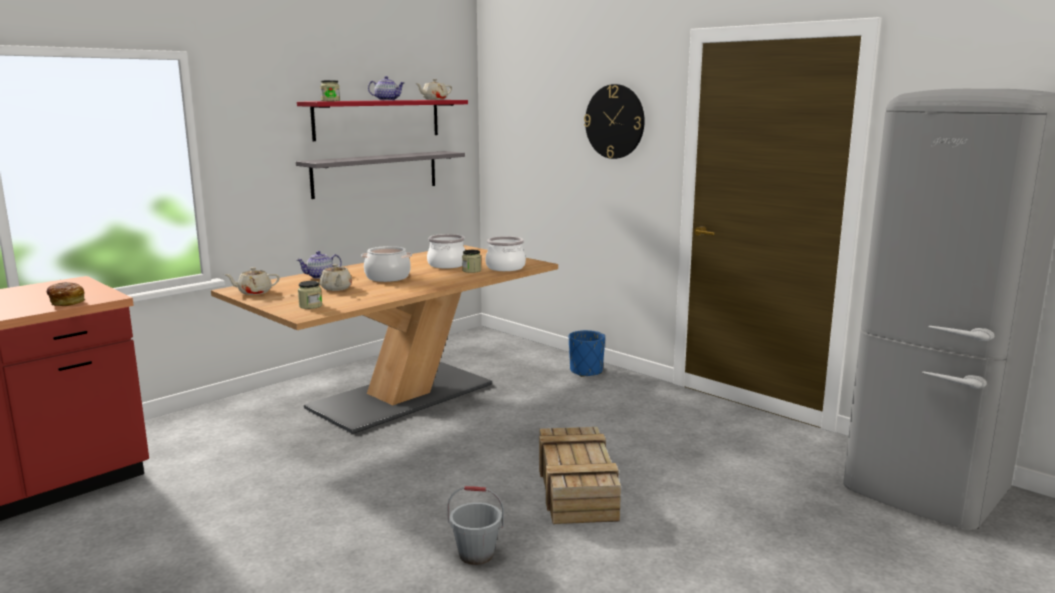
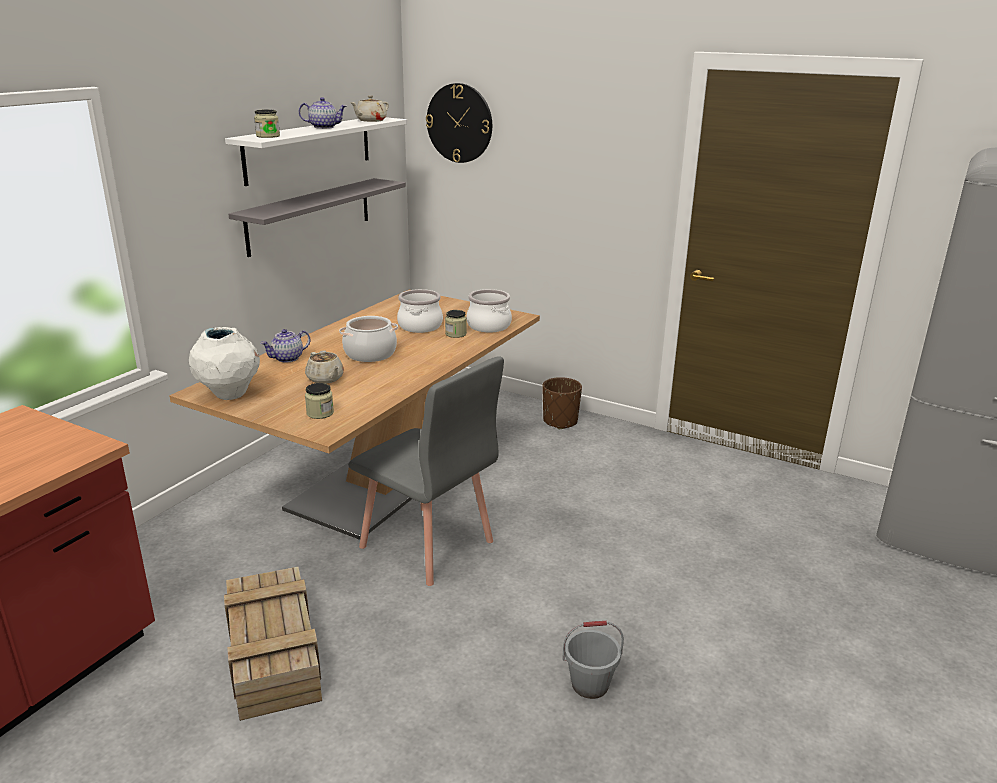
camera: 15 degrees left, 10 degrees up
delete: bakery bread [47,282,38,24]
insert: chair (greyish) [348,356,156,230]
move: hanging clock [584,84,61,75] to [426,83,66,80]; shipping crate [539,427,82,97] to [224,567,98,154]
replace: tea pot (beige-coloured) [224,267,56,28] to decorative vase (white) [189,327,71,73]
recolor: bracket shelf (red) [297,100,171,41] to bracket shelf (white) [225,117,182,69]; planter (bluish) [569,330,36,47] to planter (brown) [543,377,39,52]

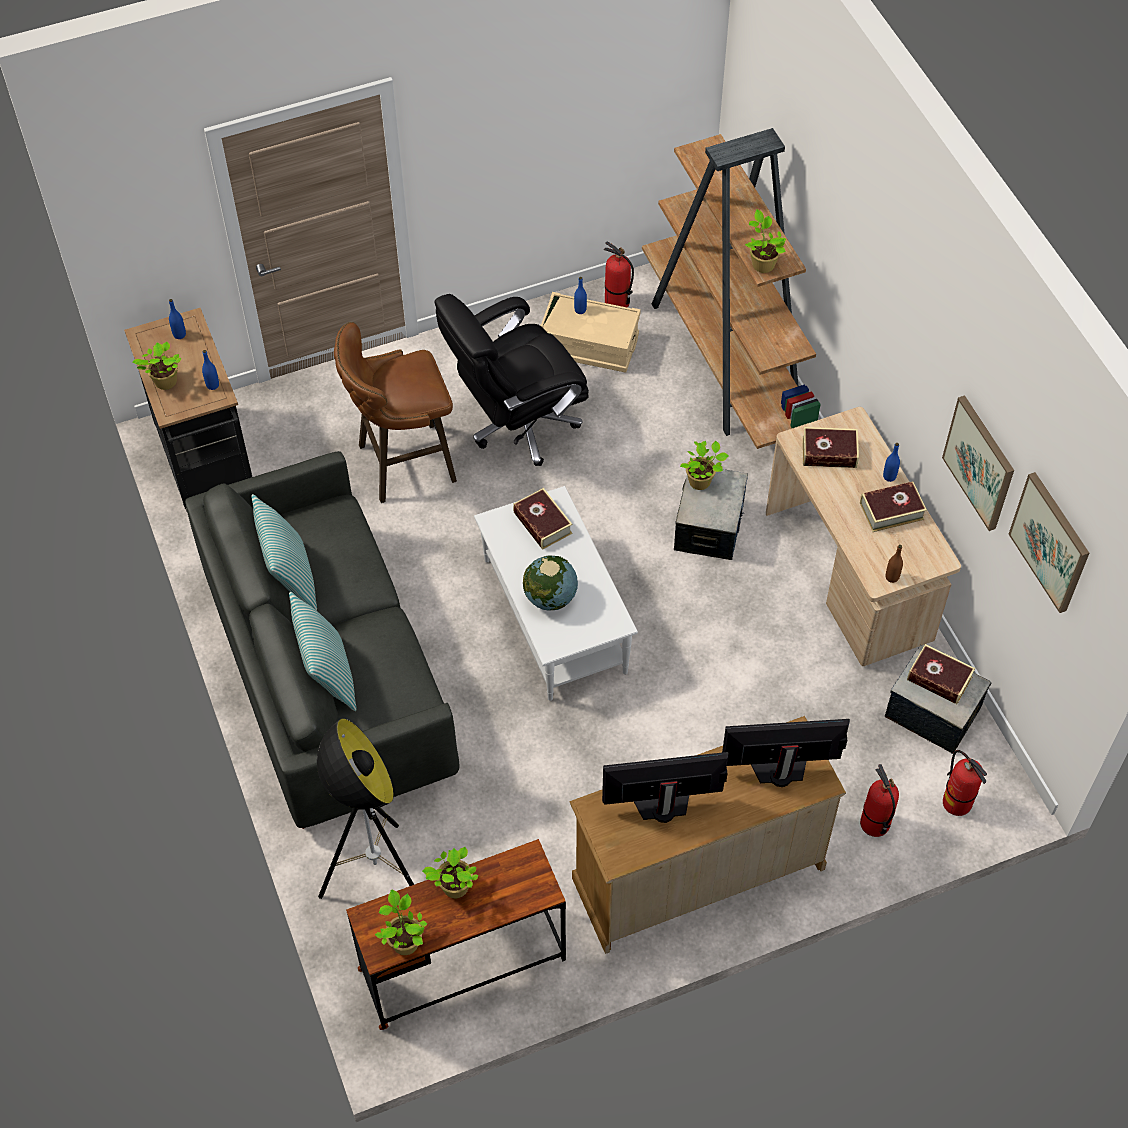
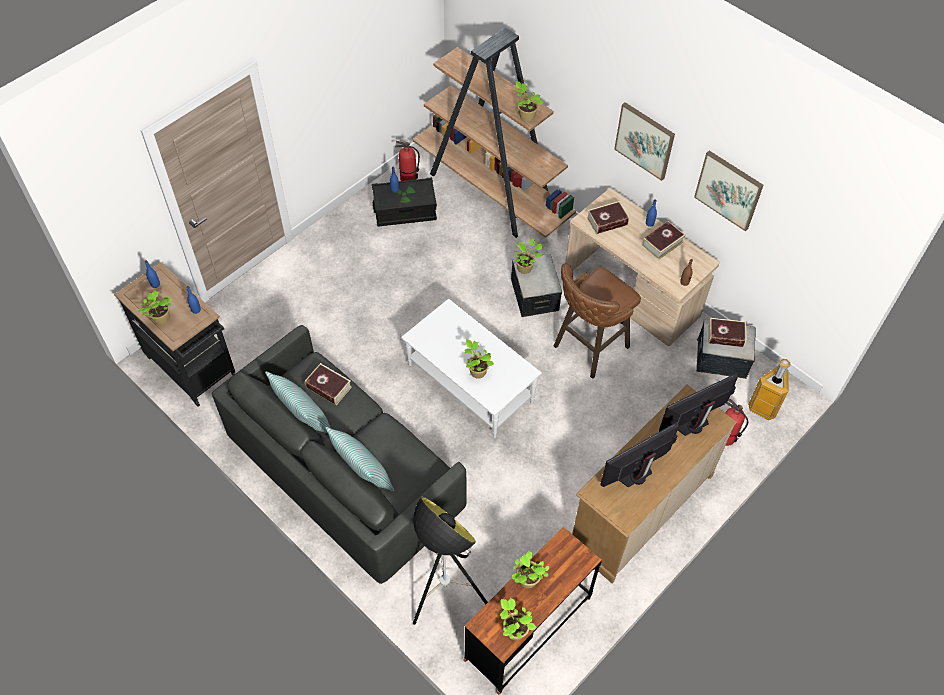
camera: 25 degrees left, 0 degrees up
delete: computer chair (blackish) [434,294,155,172]
move: sitting stool (brown) [334,322,123,181] to [554,263,87,116]; picture [1009,472,80,141] to [614,102,61,79]; volume [513,488,59,62] to [305,363,47,42]
replace: desk globe [523,555,55,56] to potted plant [465,339,29,40]; extinguisher [943,750,44,66] to rubbish bin [748,359,42,61]
recolor: storage box (beige-coloured) [540,292,101,81] to storage box (blackish) [372,177,65,50]

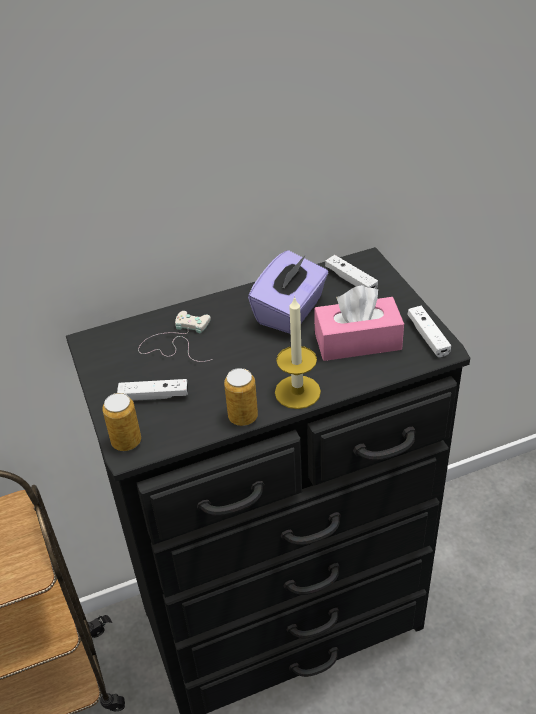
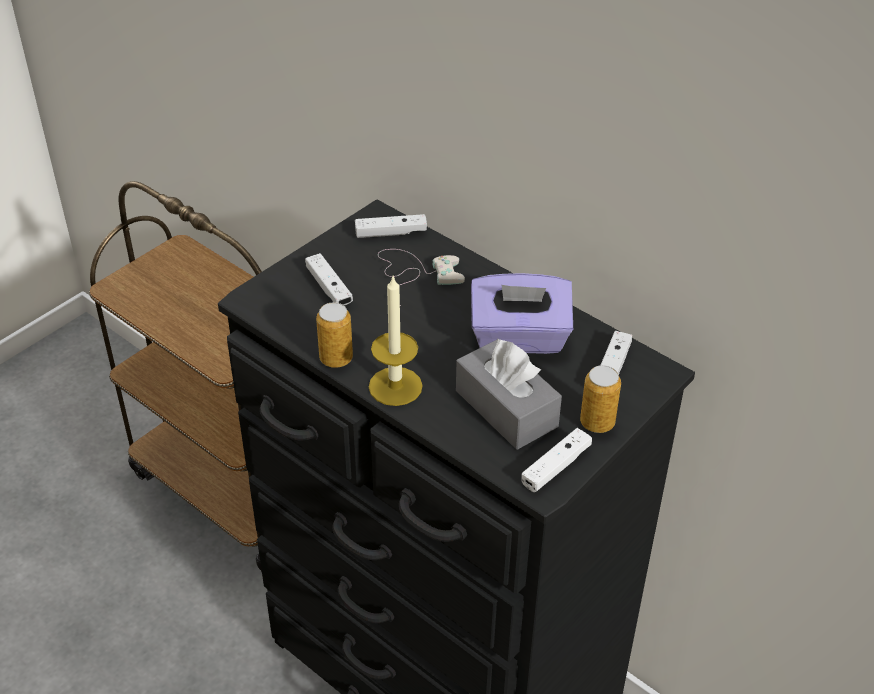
camera: 60 degrees right, 0 degrees up
insert: gamepad (white) [355,214,72,24]
move: metal can [102,393,39,58] to [580,365,41,68]
recolor: tissue holder (pink-coloured) [314,285,90,76] to tissue holder (greyish) [456,339,106,111]

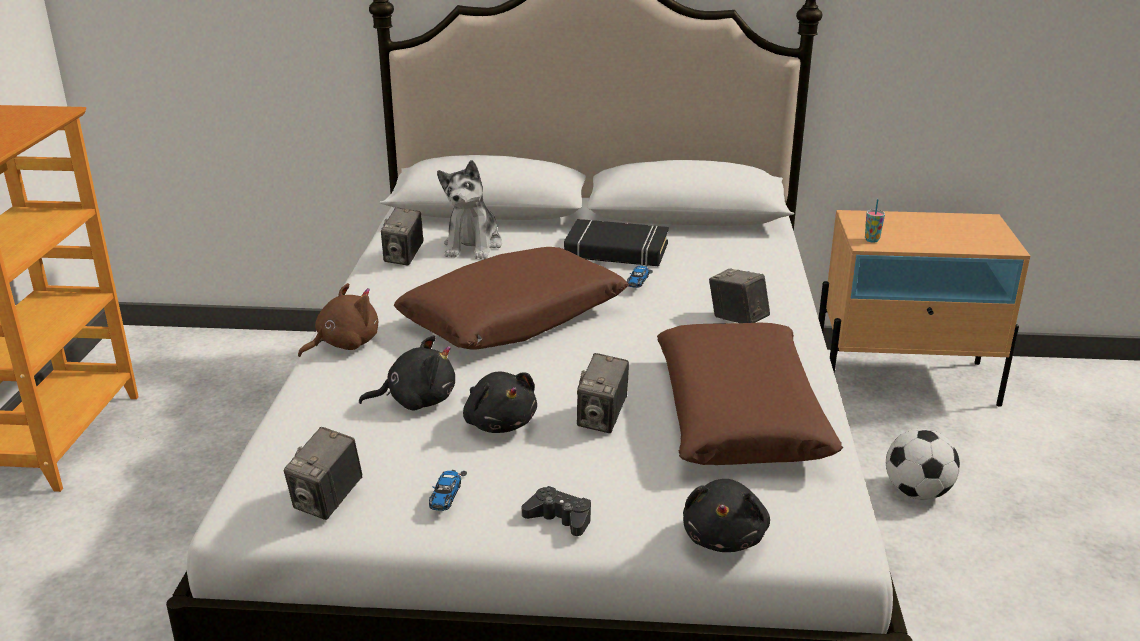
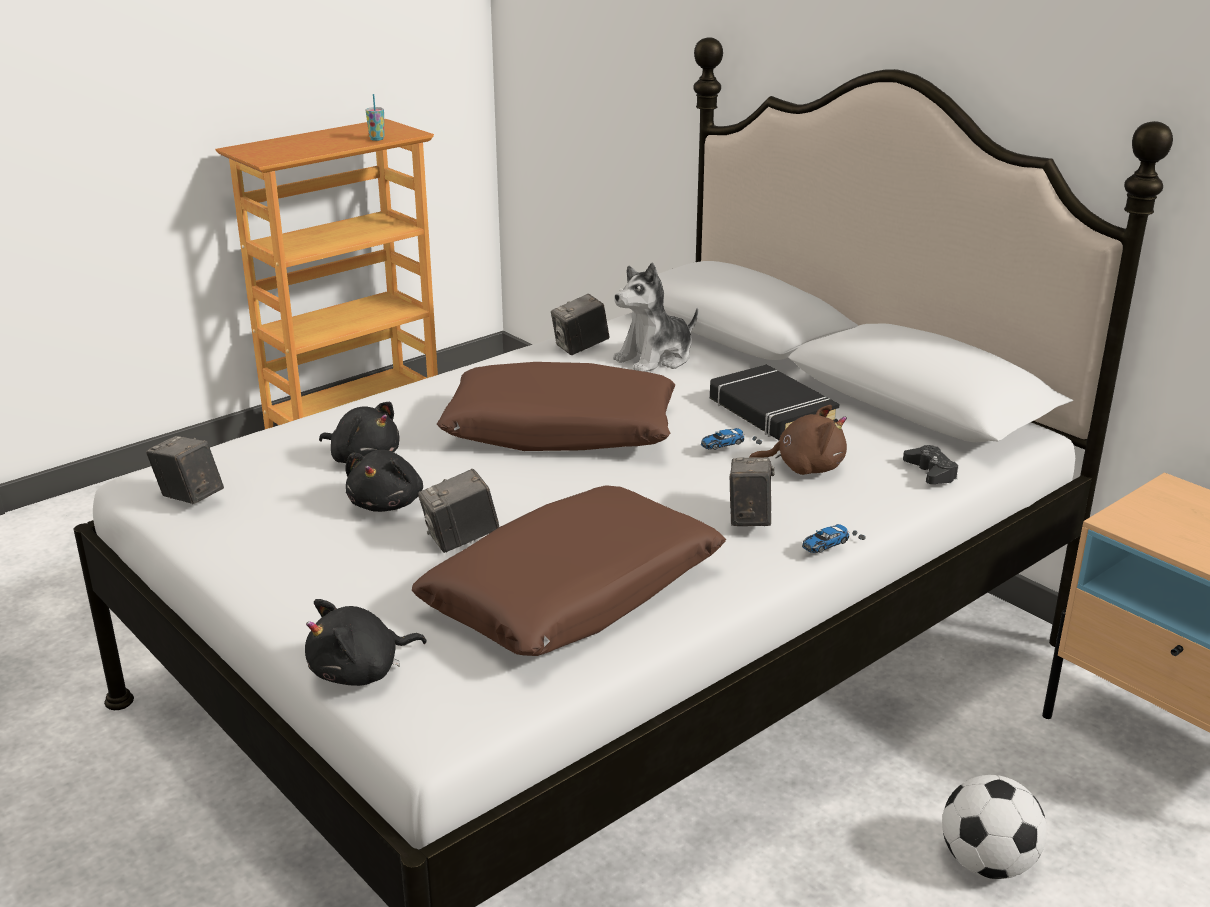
camera: 45 degrees right, 0 degrees up
move: drinking cup [865,199,20,44] to [366,94,18,47]; soft toy (brown) [298,283,80,74] to [749,405,98,70]; toy car [429,470,38,41] to [802,524,64,29]; gamepad (blackish) [522,486,69,50] to [903,445,55,39]
rotate: photo camera [284,427,78,93] = [146,436,78,68] 60 degrees clockwise

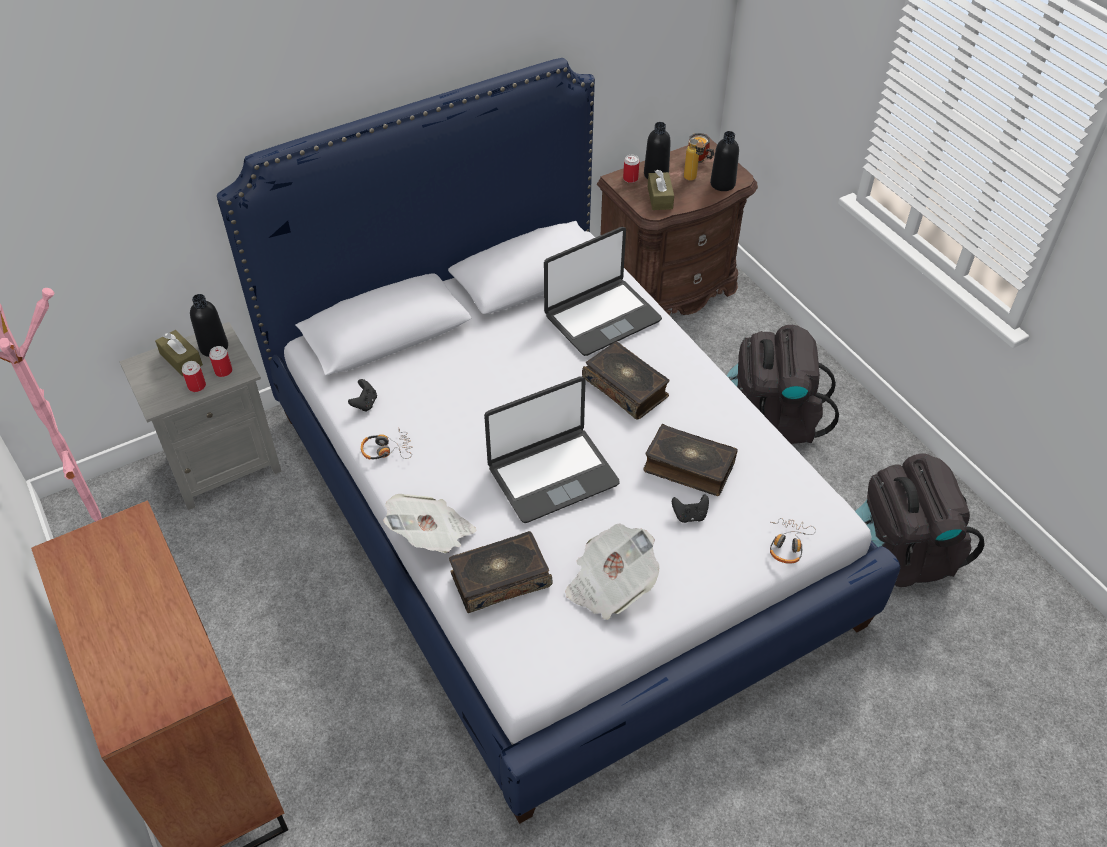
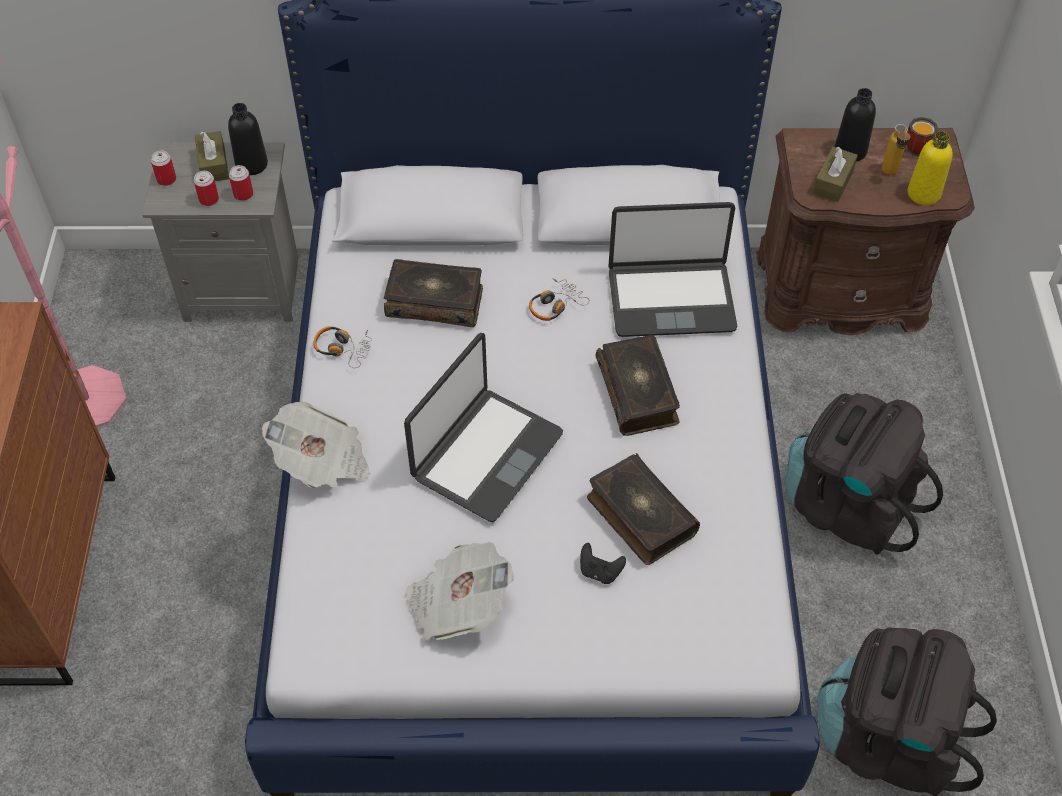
camera: 30 degrees right, 5 degrees up
delete: gamepad (blackish) [348,379,29,33]
move: metal can [623,155,16,28] to [151,150,25,36]; pair of headphones [770,518,46,46] to [529,278,60,43]; volume [449,531,103,82] to [384,259,99,68]
recolor: beverage bottle (blackish) [710,131,29,60] to beverage bottle (yellow-coloured) [908,131,45,74]
rotate: portable computer [484,377,136,146] = [404,333,159,189] 60 degrees counterclockwise

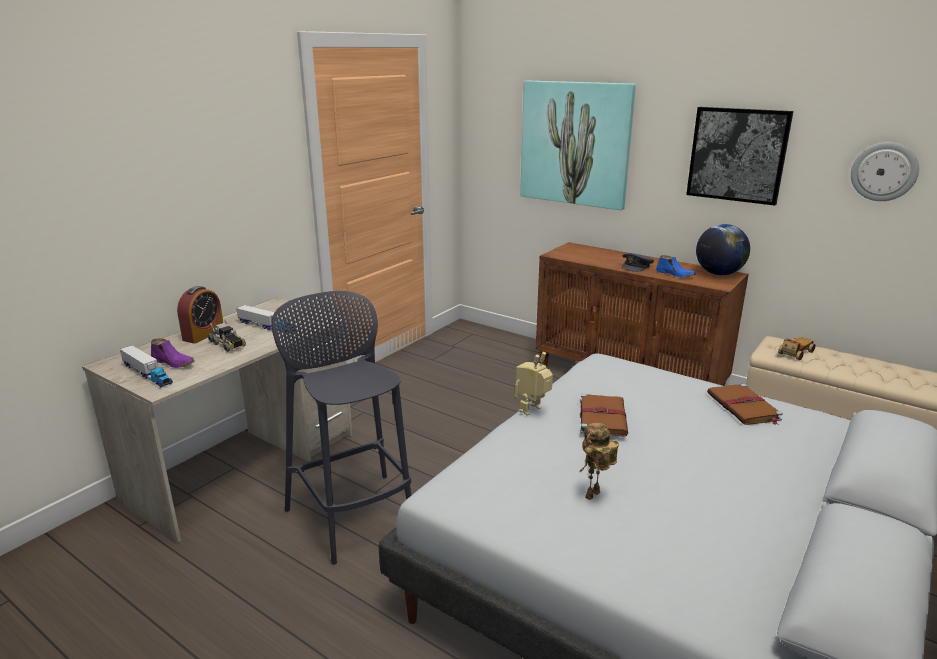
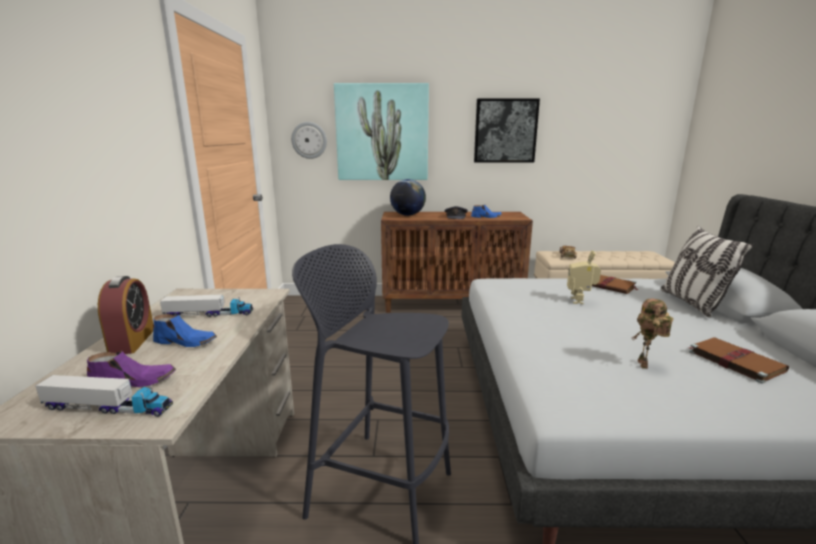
camera: 35 degrees left, 5 degrees down
insert: throw pillow [661,226,93,92]
move: hanging clock [851,142,68,59] to [291,122,36,37]; desk globe [696,224,54,51] to [390,179,36,37]; toy robot [515,352,38,64] to [567,251,34,53]; volume (brown) [580,394,48,43] to [689,337,100,47]
replace: toy truck [208,319,38,33] to low shoe (bluish) [153,314,64,33]

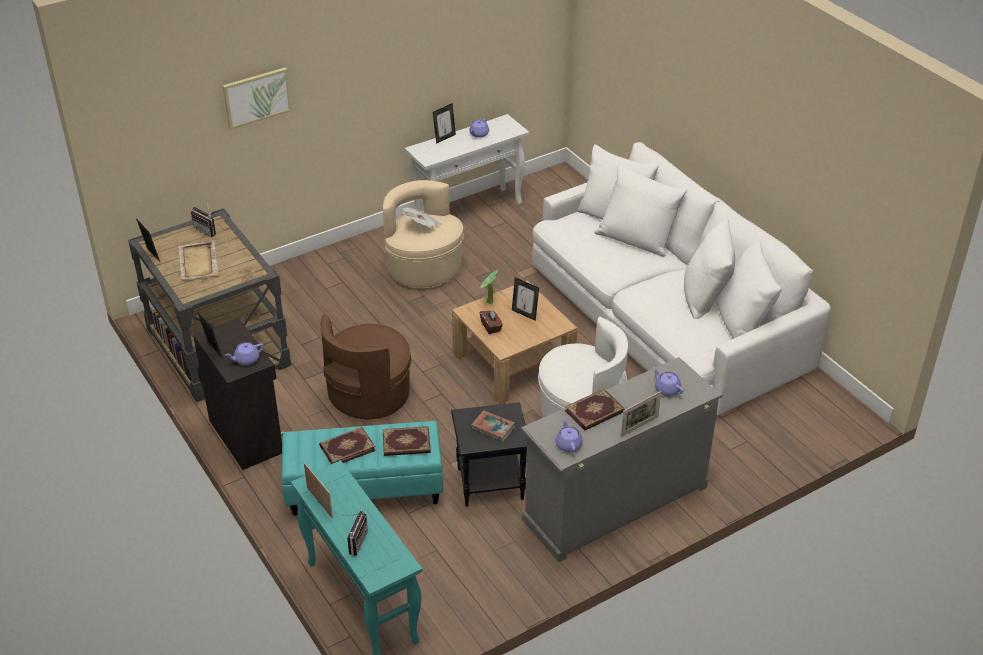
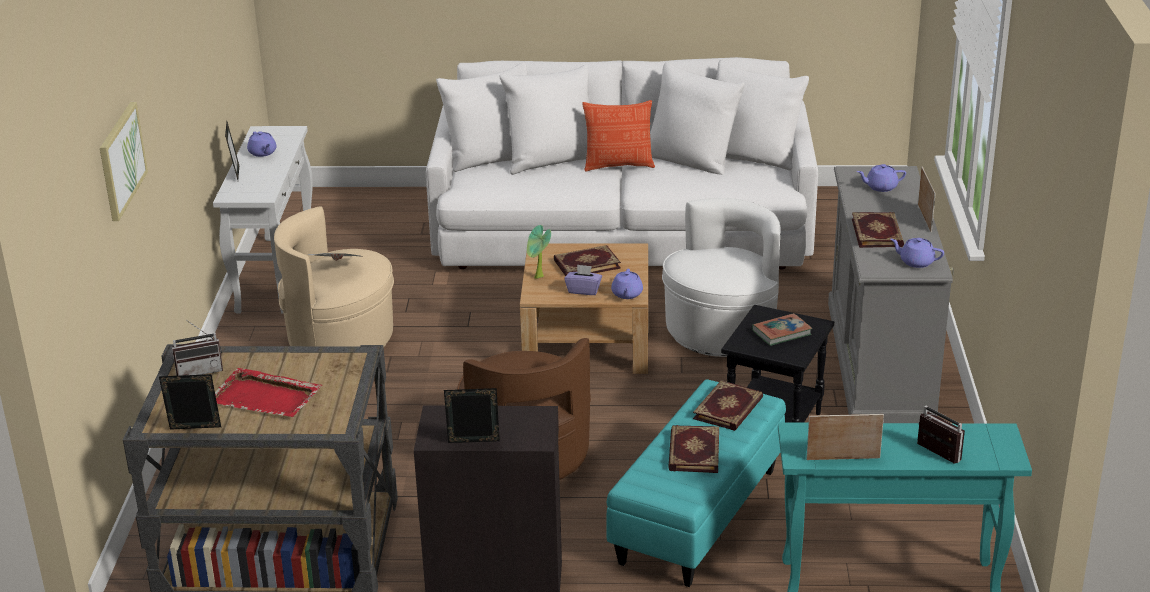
camera: 55 degrees left, 10 degrees down
insert: throw pillow (orangey) [582,100,73,72]
move: tea pot (purple) [225,342,39,23] to [611,269,32,30]
replace: picture frame [512,277,27,44] to volume [554,245,67,31]
recolor: carrying tray (beige-coloured) [178,240,40,40] to carrying tray (red) [215,368,107,49]; tissue holder (brown) [480,310,23,24] to tissue holder (purple) [564,264,38,31]

